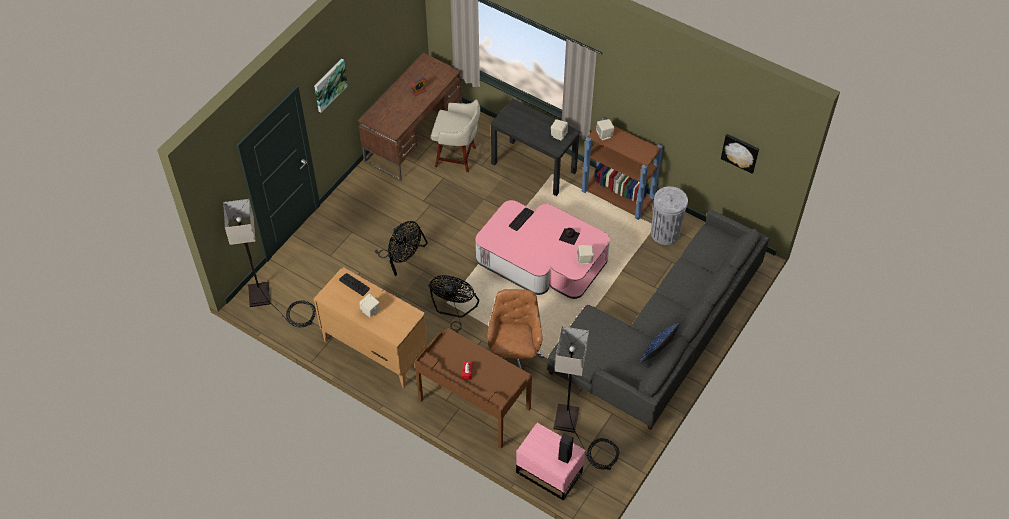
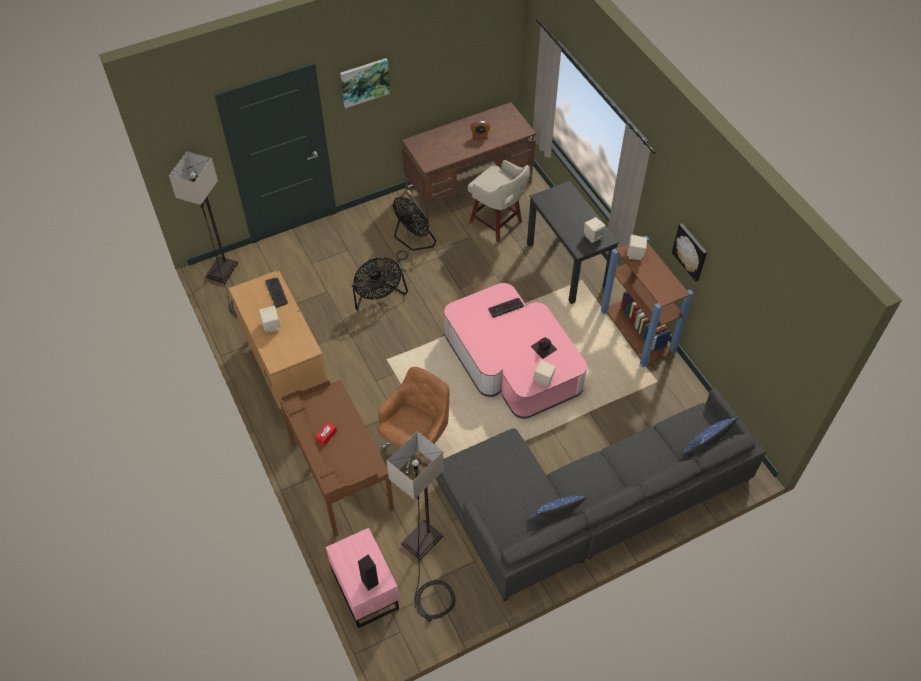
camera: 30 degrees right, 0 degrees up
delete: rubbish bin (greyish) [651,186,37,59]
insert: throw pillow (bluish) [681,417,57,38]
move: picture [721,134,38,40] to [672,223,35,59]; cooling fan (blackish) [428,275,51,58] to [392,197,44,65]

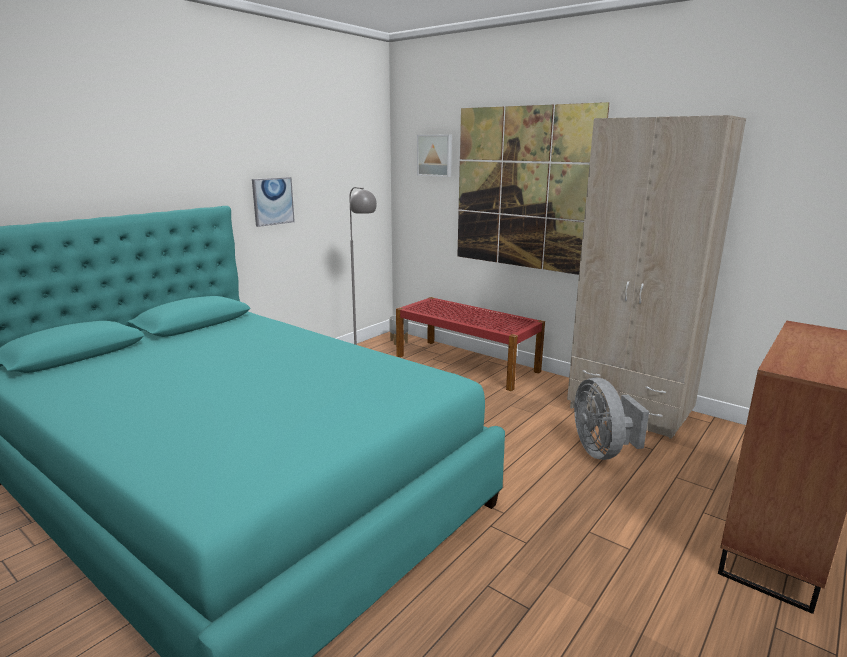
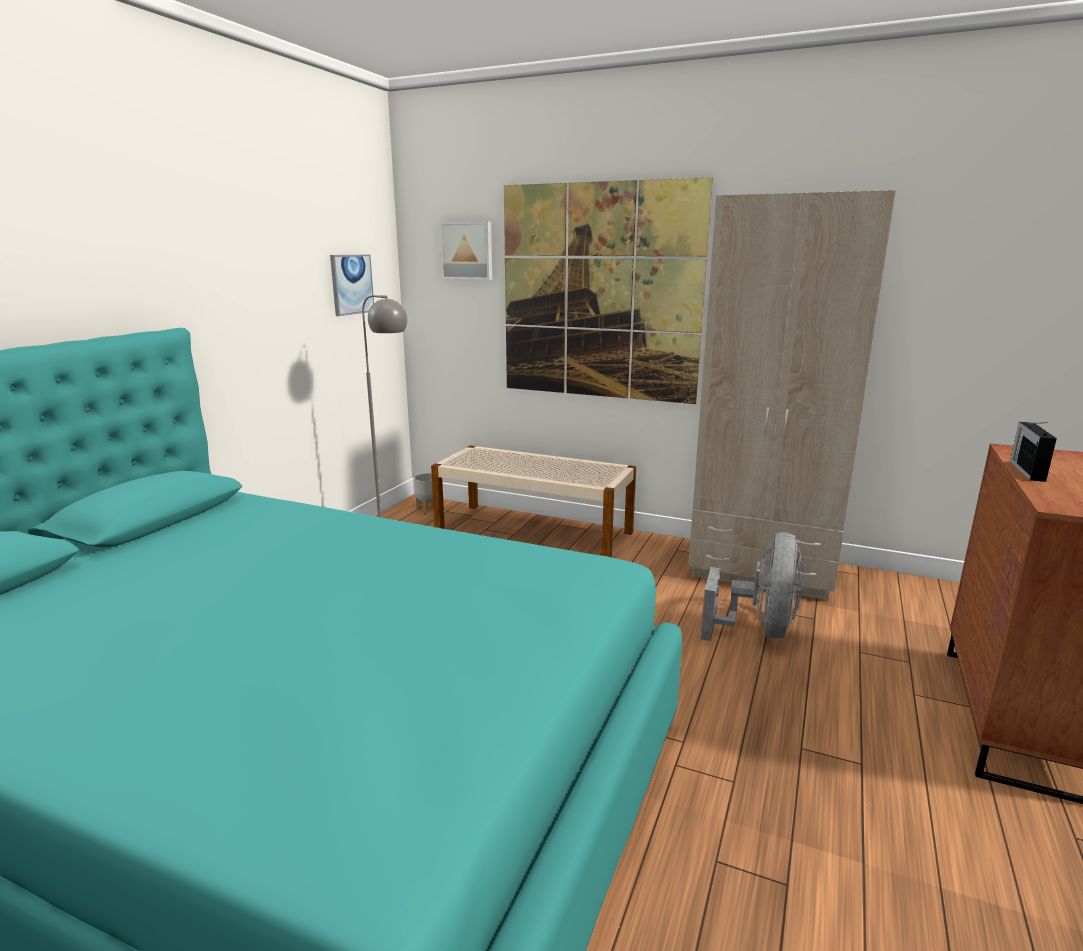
camera: 15 degrees left, 0 degrees up
insert: radio [1010,422,47,60]
move: picture [252,177,43,50] to [330,255,44,61]
recolor: long seat (red) [396,297,149,94] to long seat (beige-coloured) [431,445,205,112]
rotate: cooling fan (greyish) [574,378,75,82] = [701,532,103,109] 135 degrees counterclockwise

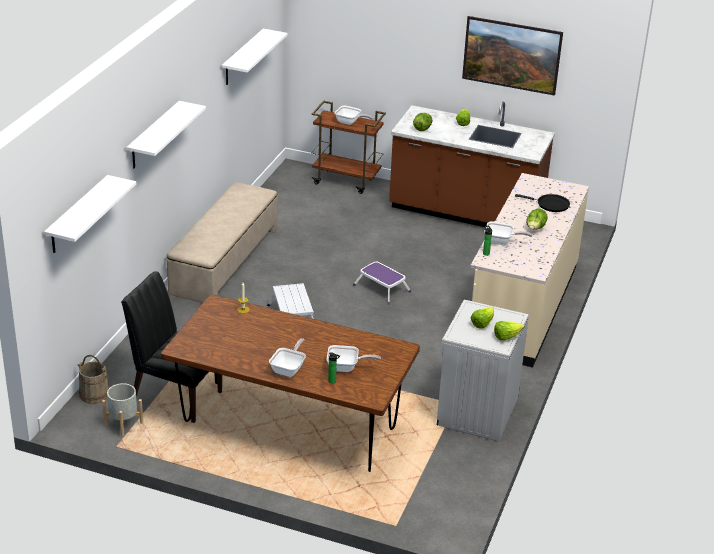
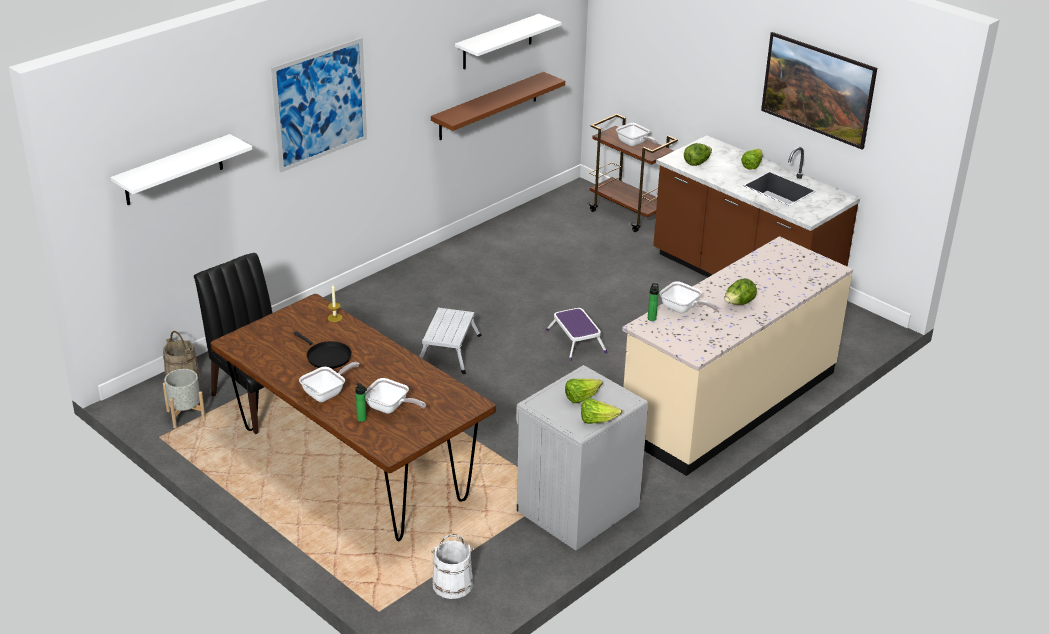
camera: 25 degrees right, 0 degrees up
delete: long seat (beige-coloured) [167,182,111,121]
insert: bracket shelf (brown) [431,72,134,68]; bucket (white) [431,534,43,65]
move: pan (blackish) [515,194,55,18] to [294,331,58,38]
replace: bracket shelf (white) [126,101,80,67] to picture [271,37,96,135]

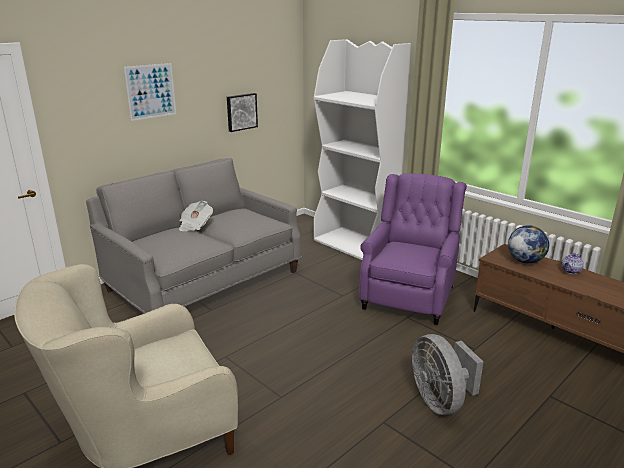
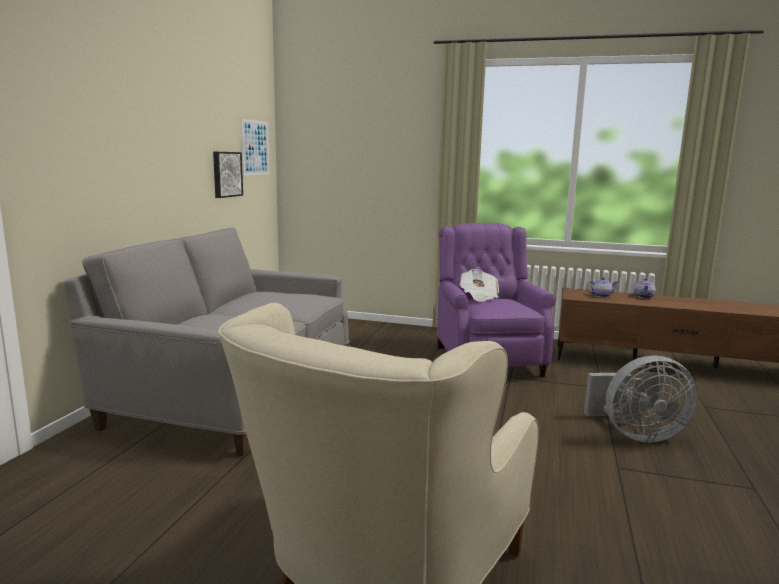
camera: 30 degrees left, 10 degrees down
delete: shelving unit (white) [314,39,97,221]
move: picture [123,63,53,58] to [241,119,28,56]; daily paper [179,201,34,30] to [460,269,39,33]
replace: desk globe [508,225,41,39] to tea pot [586,277,32,20]
rotate: cooling fan (greyish) [412,334,71,81] = [584,355,114,88] 45 degrees counterclockwise

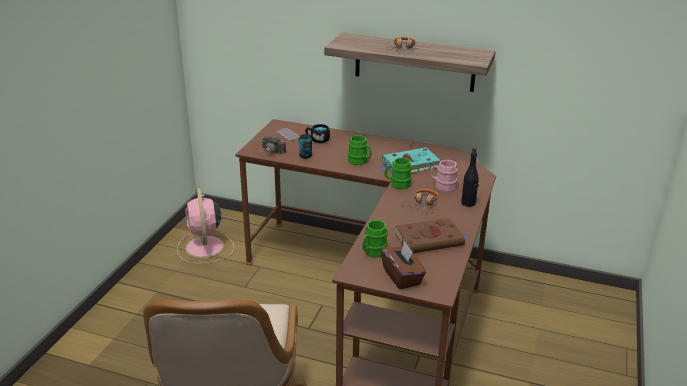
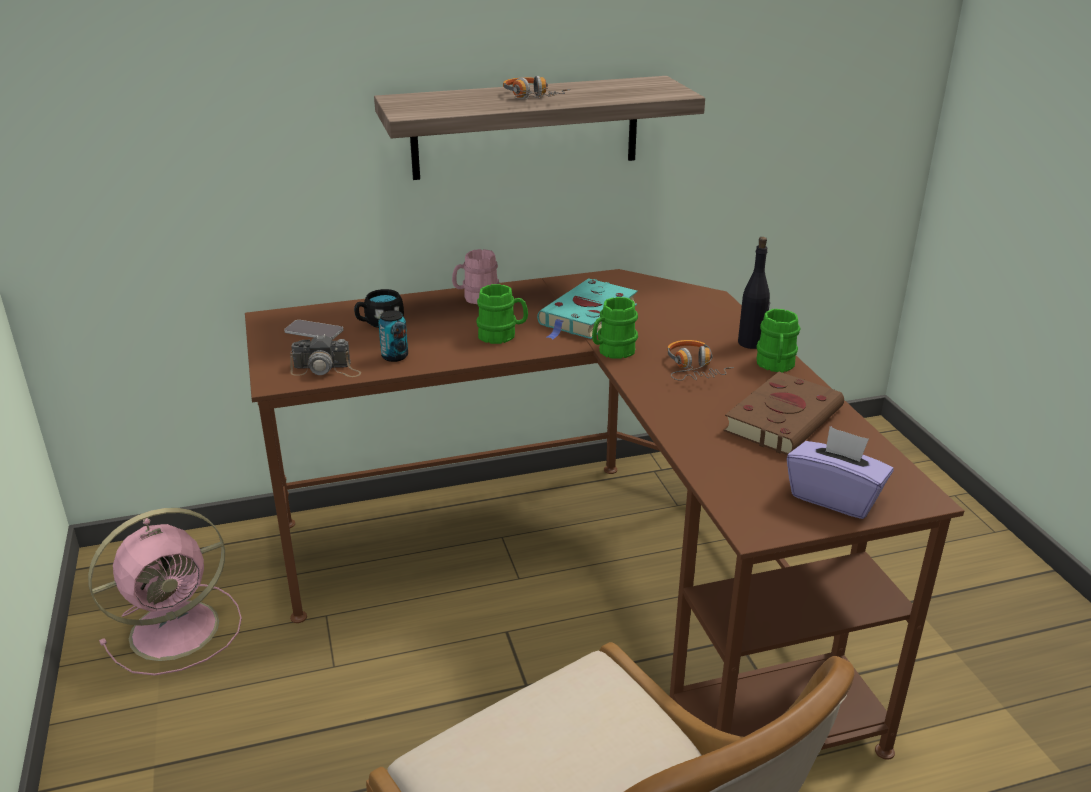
camera: 35 degrees left, 0 degrees up
move: tea mug (pink-coloured) [430,160,28,32] to [452,249,47,55]; tea mug (greenish) [362,220,26,38] to [756,309,44,63]
recolor: tissue holder (brown) [381,242,45,48] to tissue holder (purple) [787,426,106,93]
rotate: cooling fan (pink-coloured) [177,187,57,77] = [88,508,154,168] 75 degrees counterclockwise

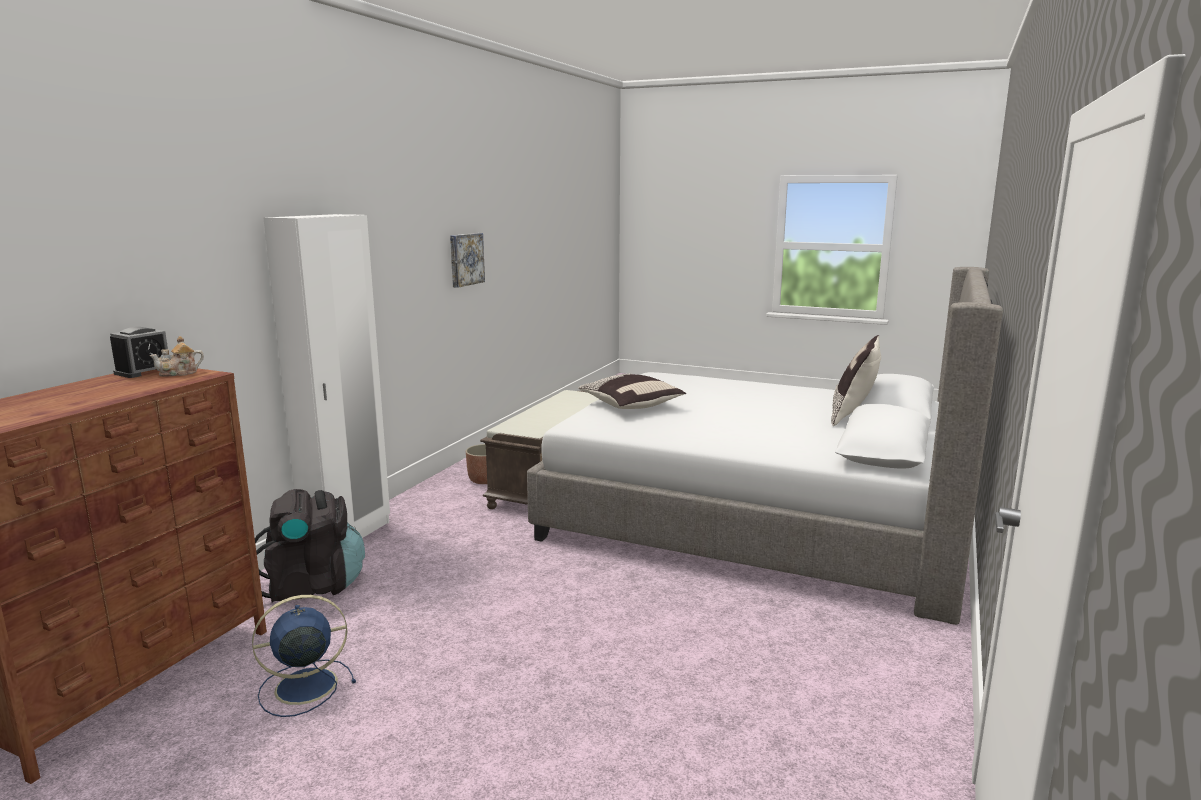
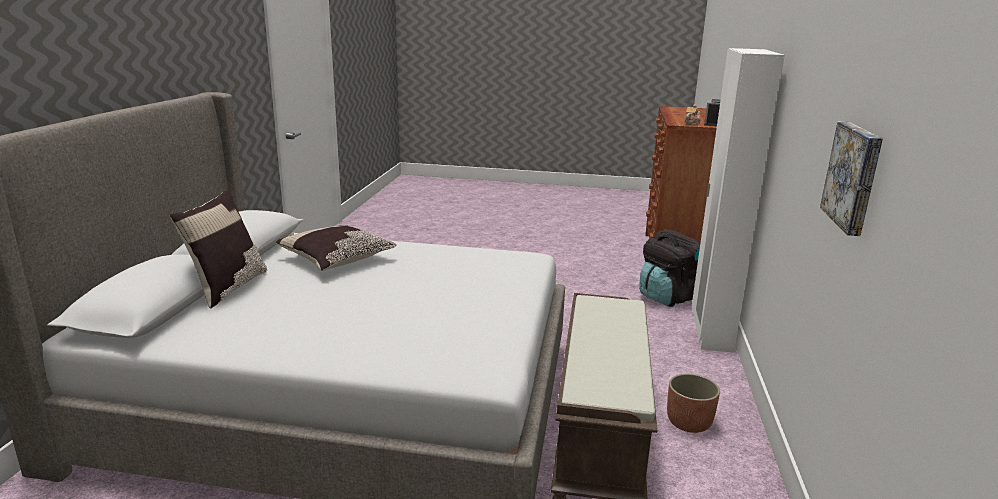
camera: 165 degrees right, 5 degrees up
delete: cooling fan (bluish) [252,595,104,122]
move: throw pillow [578,374,109,35] to [275,225,121,46]

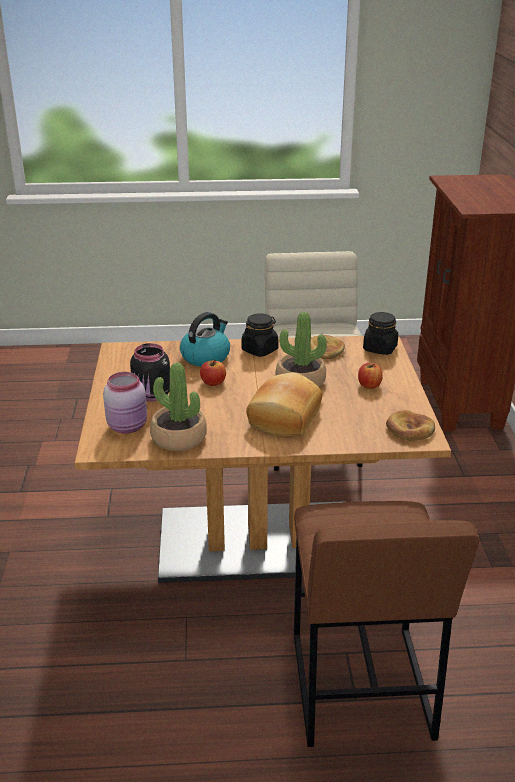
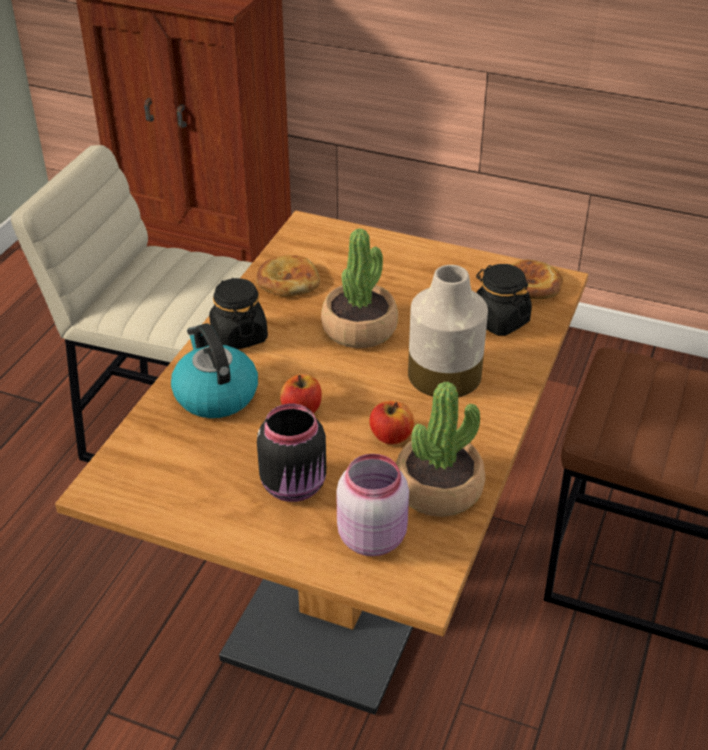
camera: 65 degrees left, 10 degrees up
move: preserve jar (blackish) [363,312,35,43] to [476,264,56,72]; apple [358,363,25,26] to [370,401,44,43]
replace: bakery bread [246,372,76,64] to decorative vase (beige-coloured) [408,265,80,132]

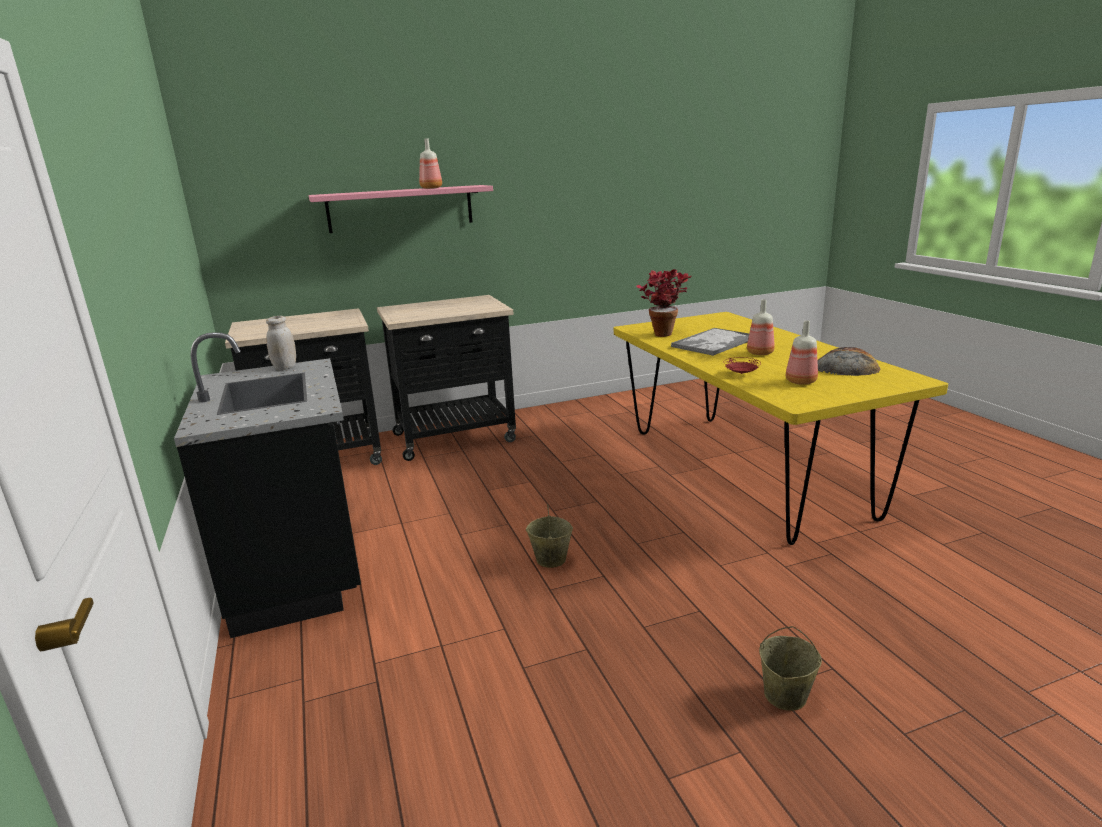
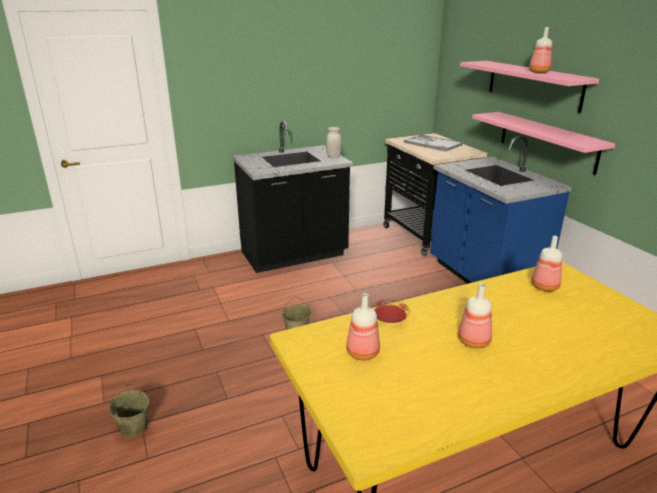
camera: 85 degrees right, 5 degrees up
delete: bakery bread [817,347,64,29]
insert: bracket shelf (pink-coloured) [472,112,143,63]
move: carrying tray [671,328,78,28] to [404,134,59,17]
replace: potted plant [636,269,56,68] to beverage bottle [531,236,31,55]; wheeled cart (blackish) [377,295,139,166] to kitchen base unit (bluish) [430,136,142,148]

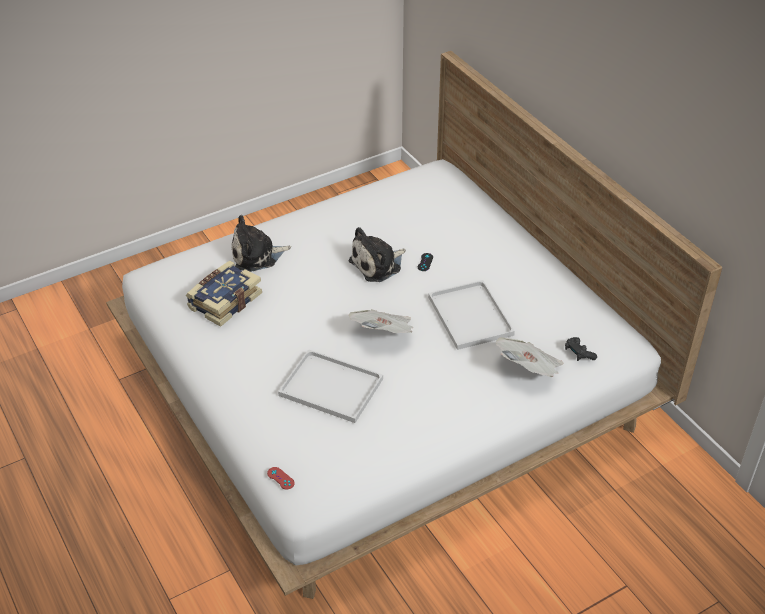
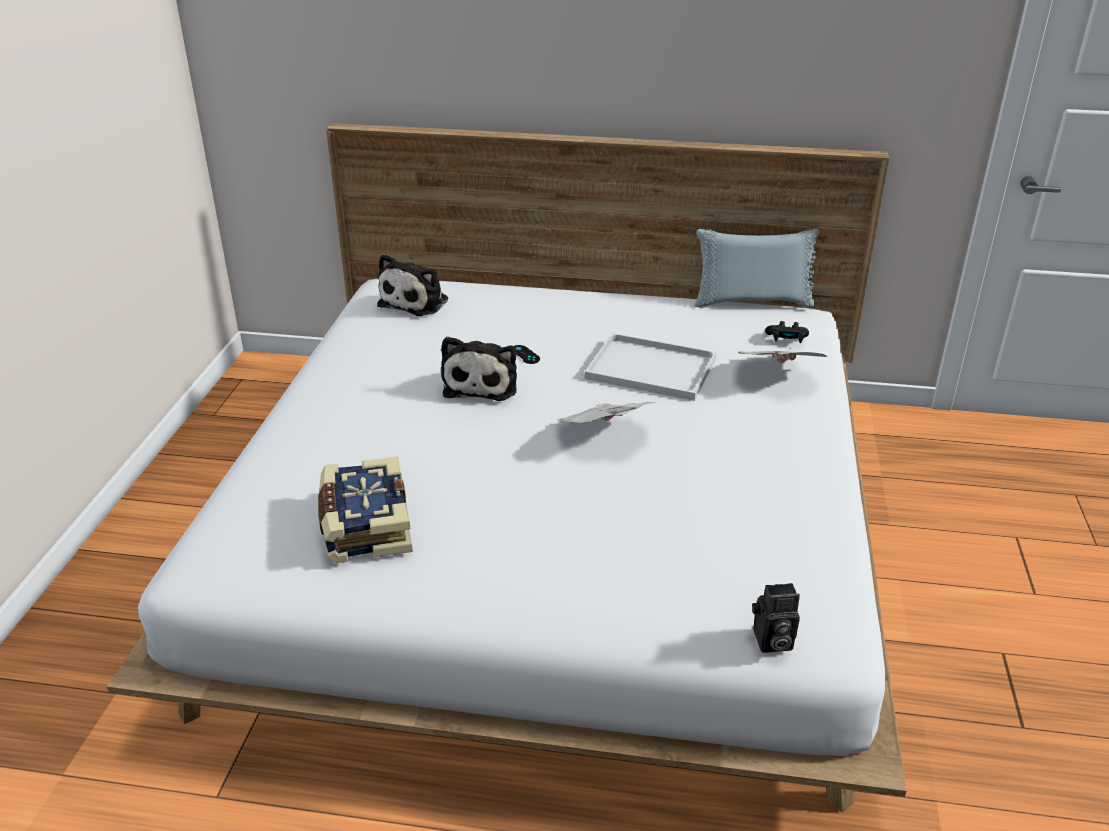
camera: 50 degrees left, 10 degrees down
delete: carrying tray (white) [278,349,105,74]
insert: throw pillow (bluish) [695,228,124,80]
move: soft toy [231,215,60,57] to [377,254,71,62]
replace: gamepad (red) [267,467,28,22] to photo camera [752,583,48,70]

